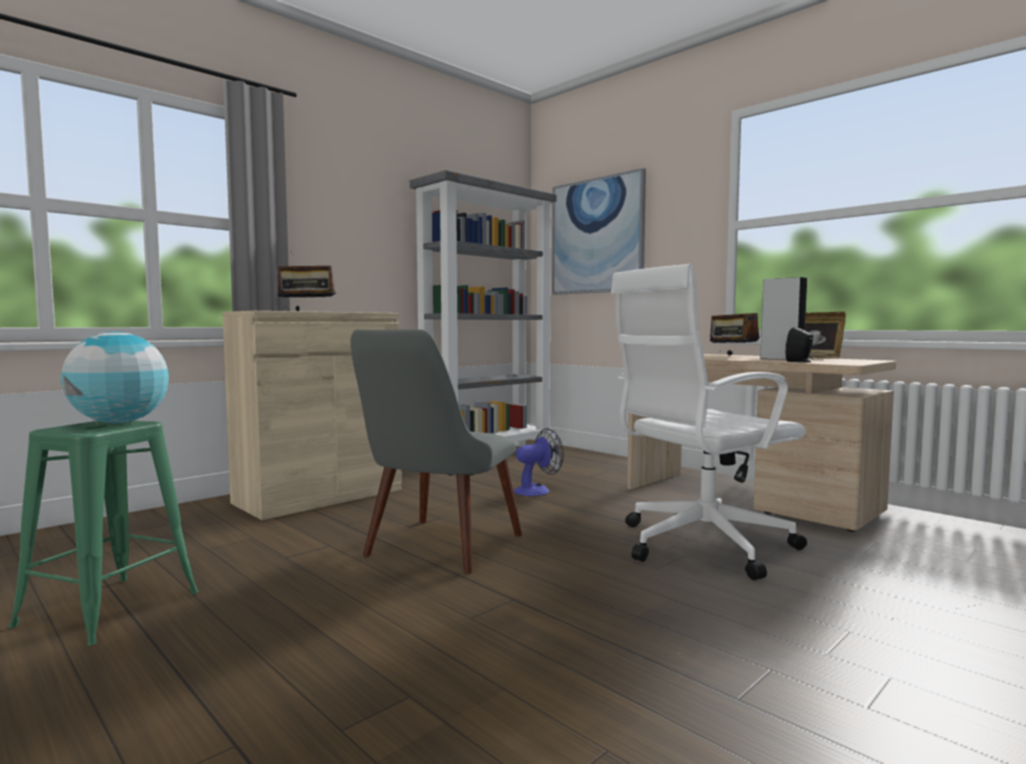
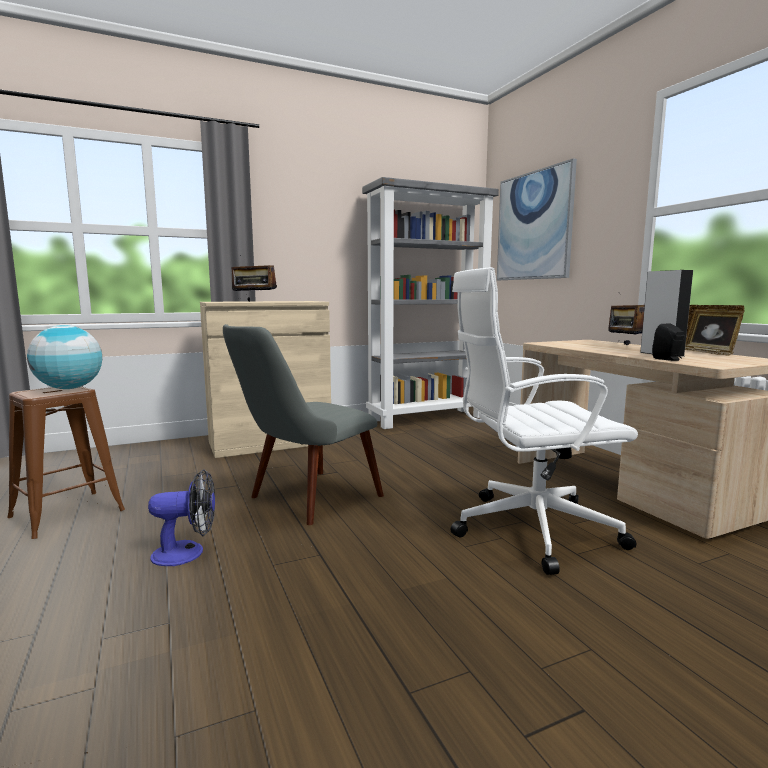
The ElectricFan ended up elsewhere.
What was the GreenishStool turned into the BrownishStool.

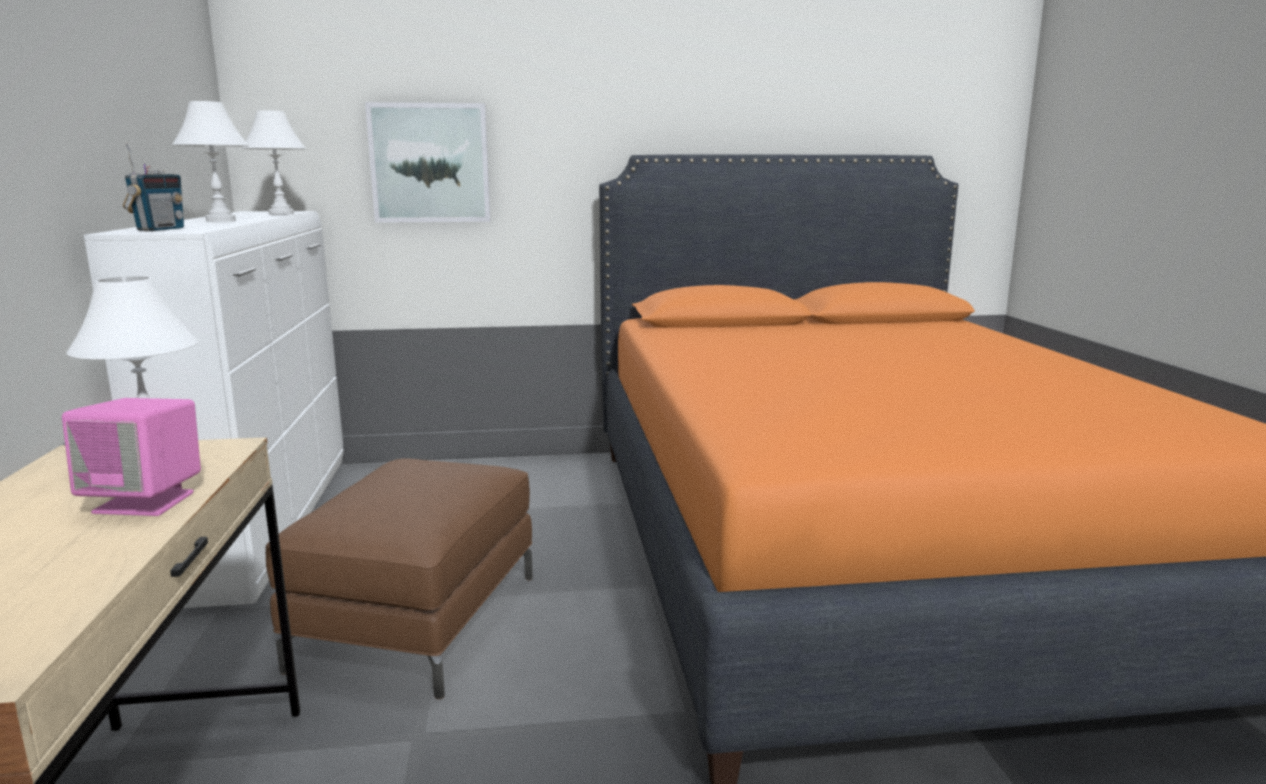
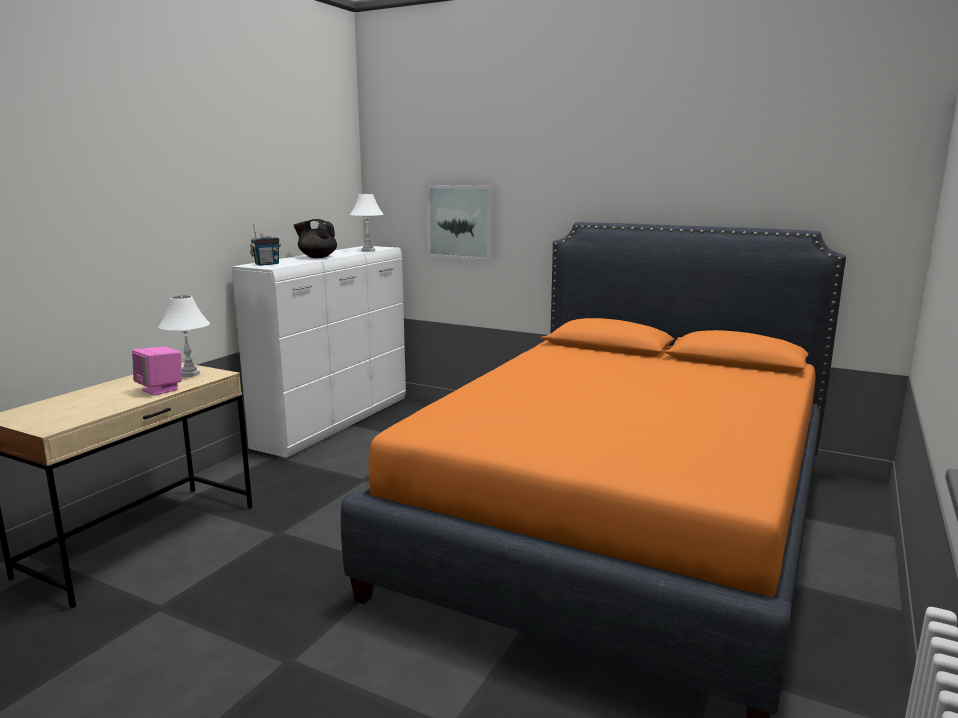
The second view lost the BrownishFootrest.
Where the WhiteColouredTableLamp (2nd from left) stood, the BlackishTeapot came to stand.

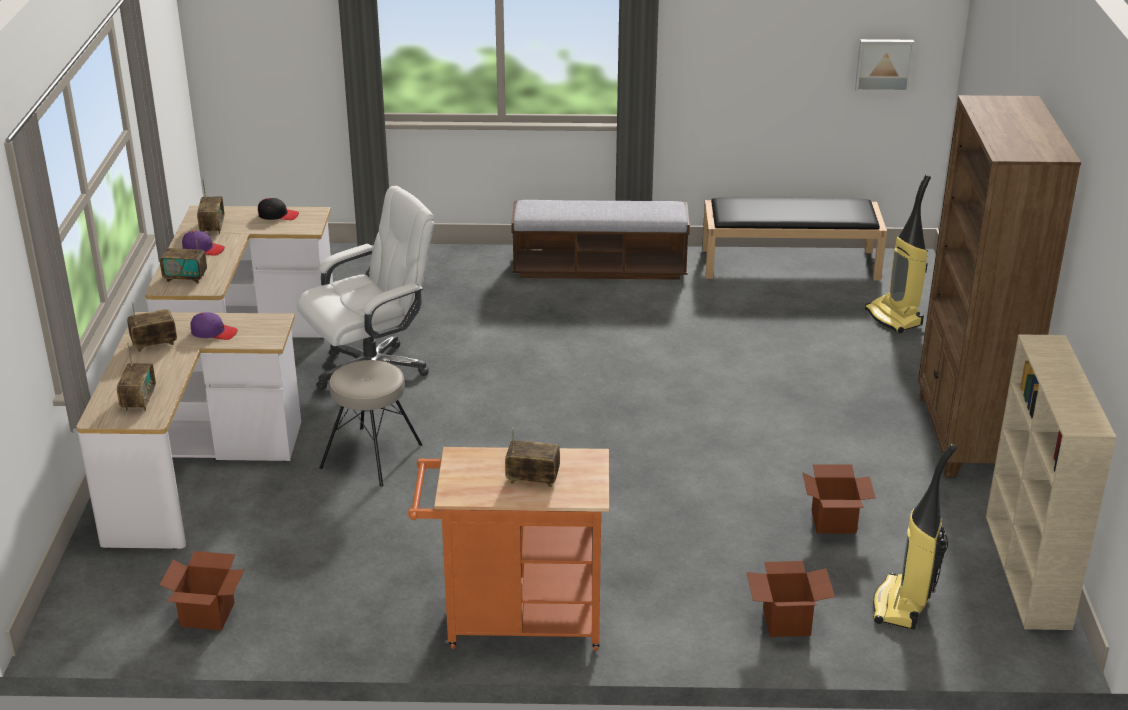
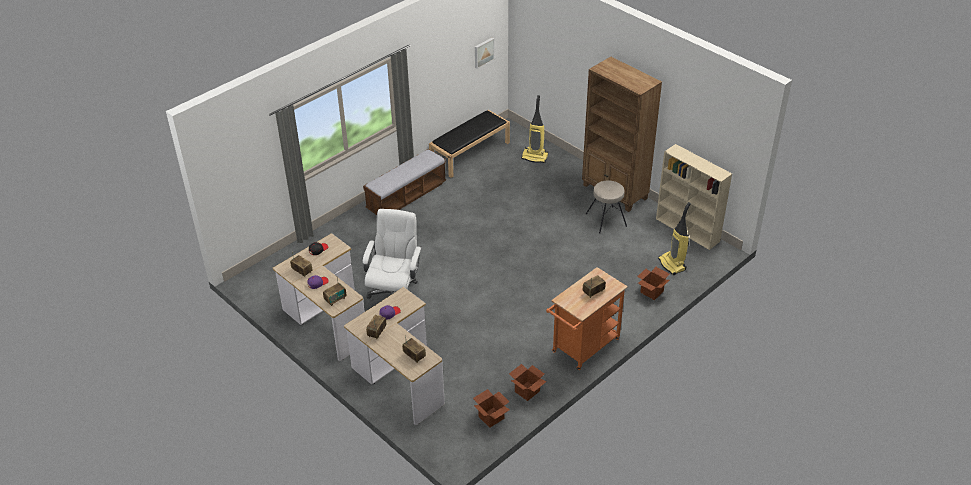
The BeigeStool ended up elsewhere.
The CardboardBox (3rd from left in the first image) ended up elsewhere.

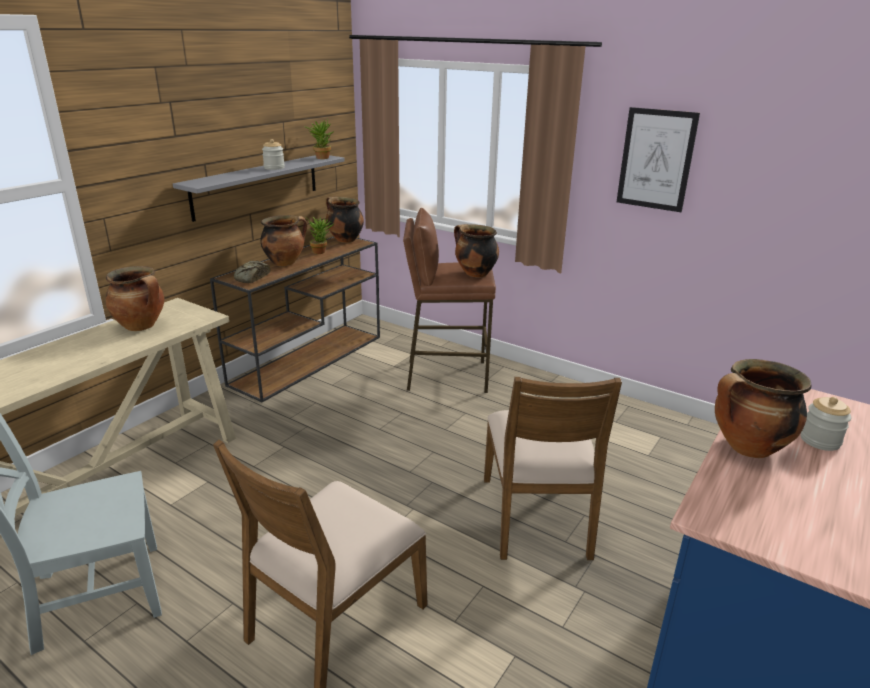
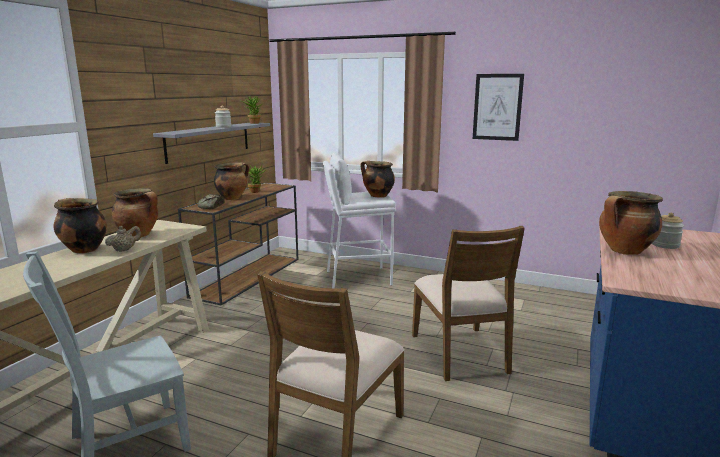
The second view gained the BeigeTeapot.
The Stockpot (3rd from left in the first image) ended up elsewhere.
What was the BrownishStool turned into the WhiteColouredStool.

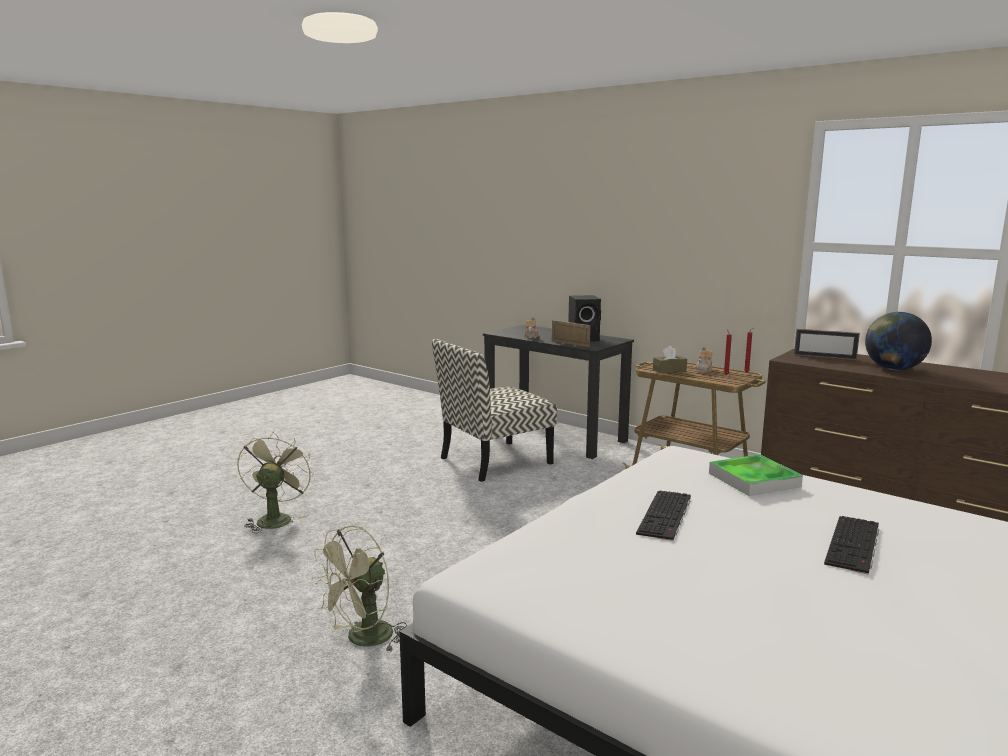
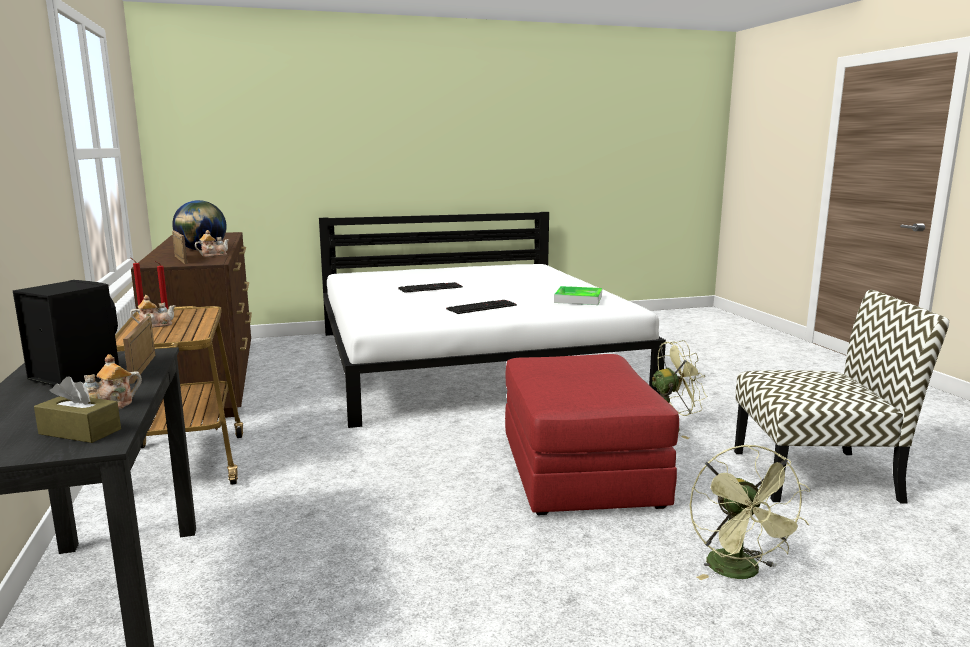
The second view gained the Teapot (3rd from left).
The second view gained the RedColouredFootrest.
The Chair ended up elsewhere.
The BrownishTissueBox ended up elsewhere.
The CarryingTray ended up elsewhere.
The GreenishElectricFan (1st from left in the first image) ended up facing another way, 45 degrees counterclockwise from before.

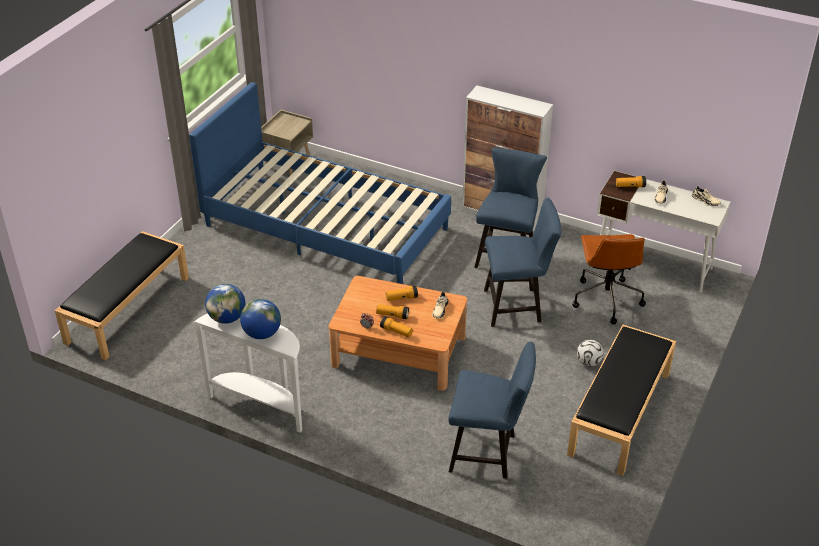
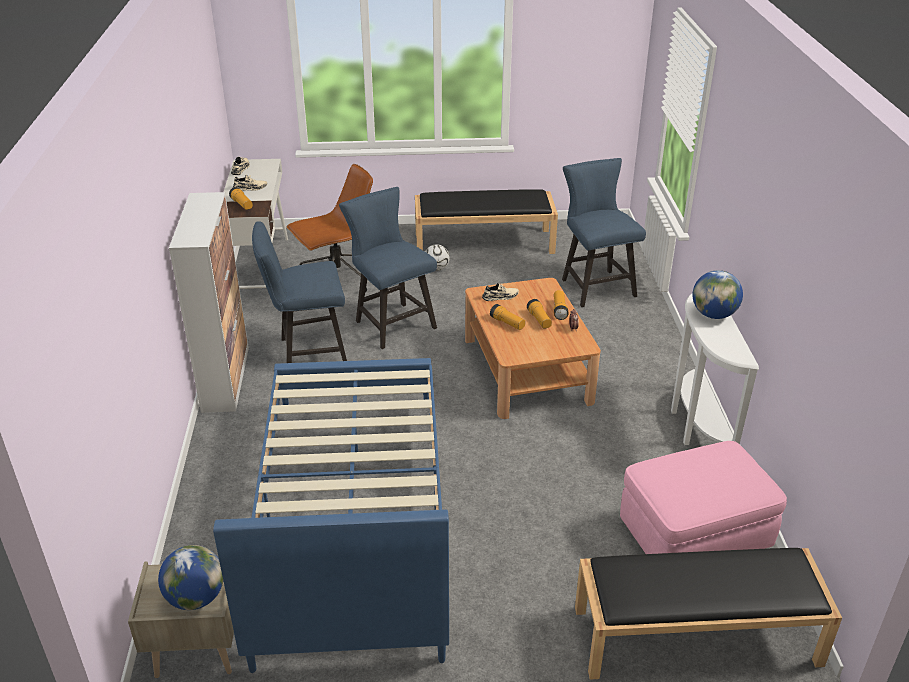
The second view gained the PinkColouredFootrest.
The Globe (1st from left) ended up elsewhere.

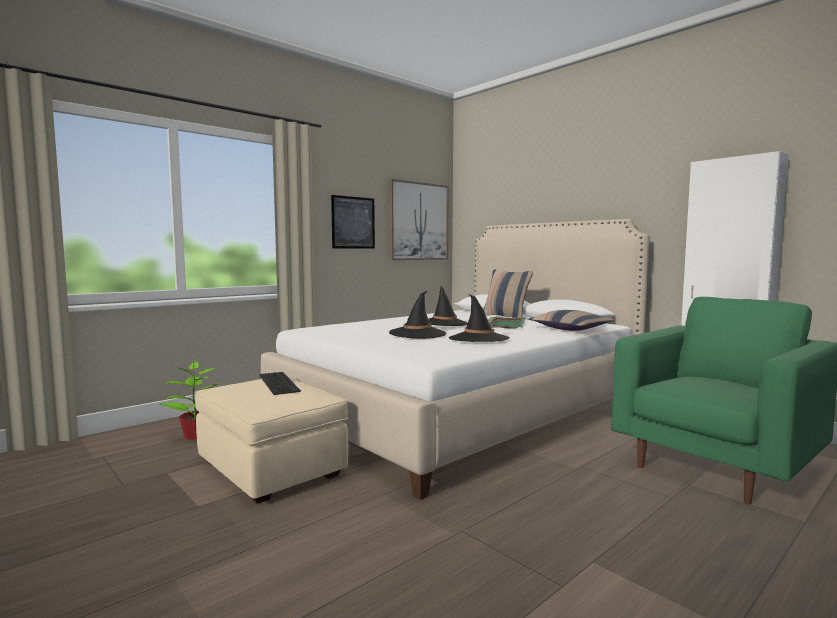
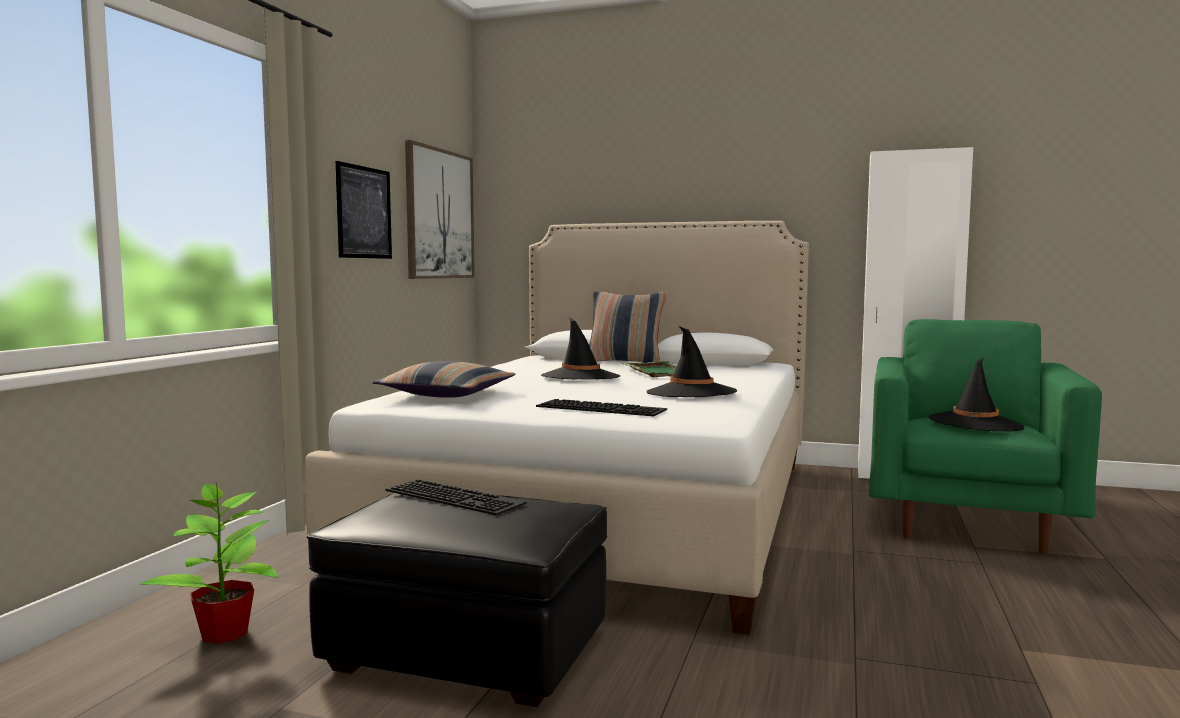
The second view gained the ComputerKeyboard (2nd from left).
The BlackishWearableHat (1st from left in the first image) ended up elsewhere.
The Cushion (2nd from left in the first image) ended up elsewhere.
What was the BeigeFootrest turned into the BlackishFootrest.

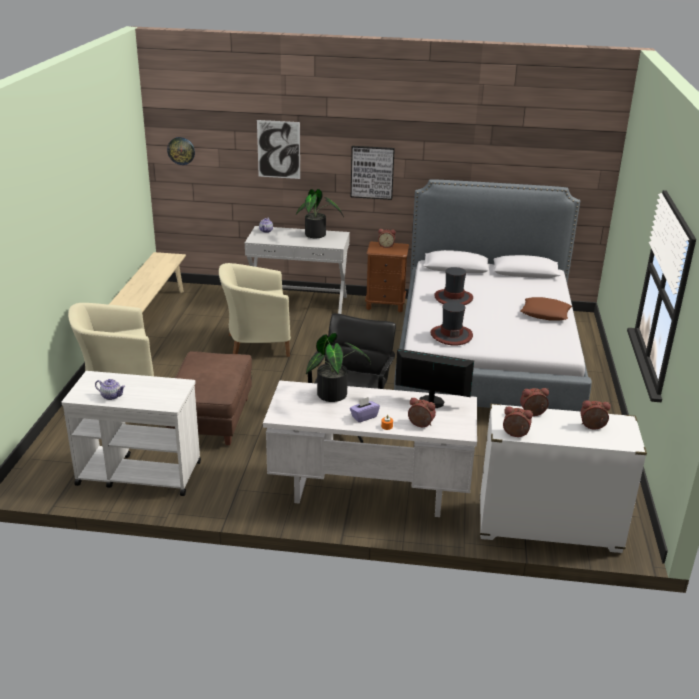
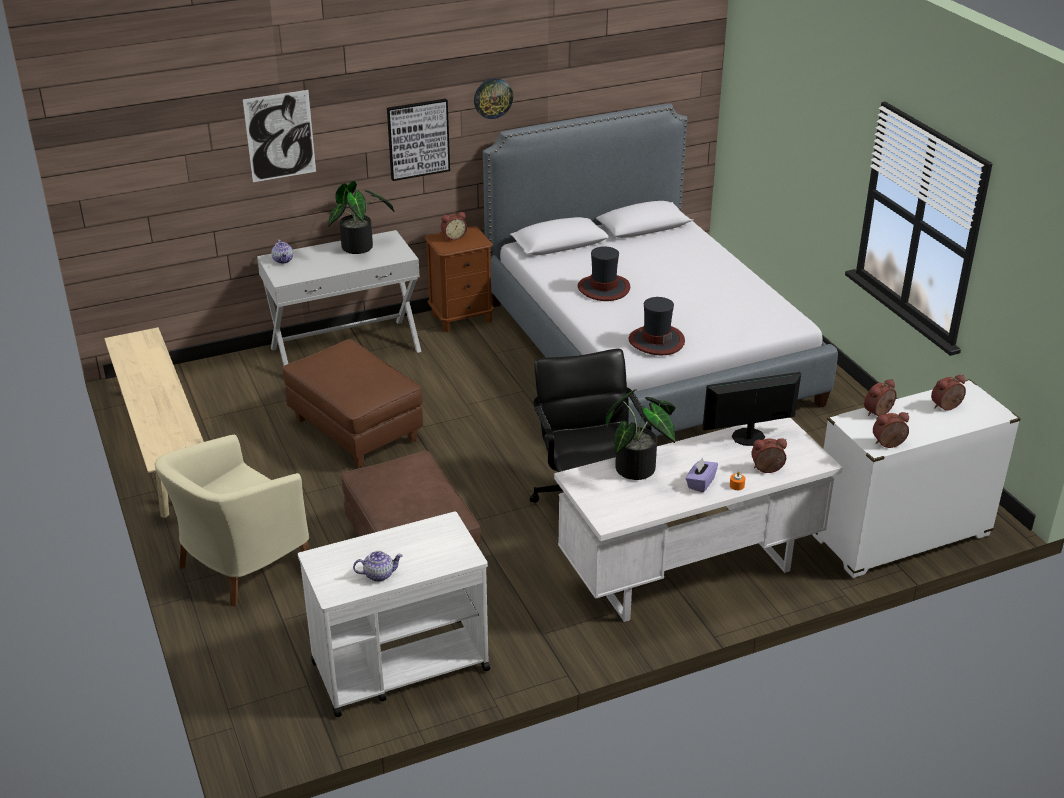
The second view lost the BrownishCushion.
The HangingClock ended up elsewhere.
Where the BeigeEasyChair (2nd from left) stood, the BrownishFootrest (1st from left) came to stand.

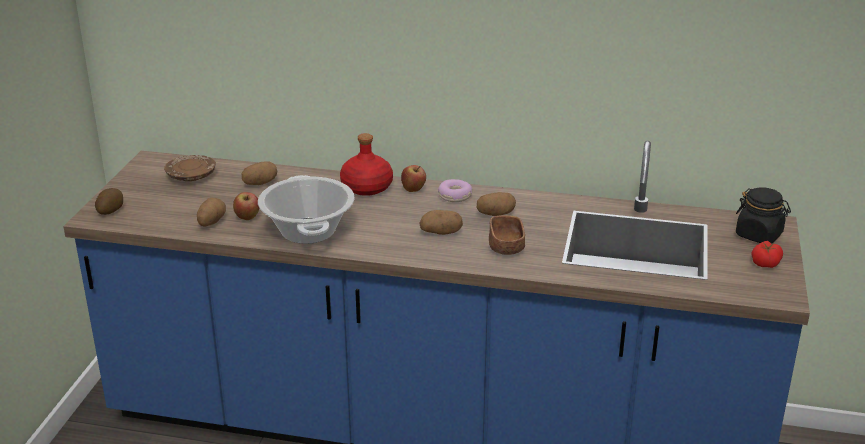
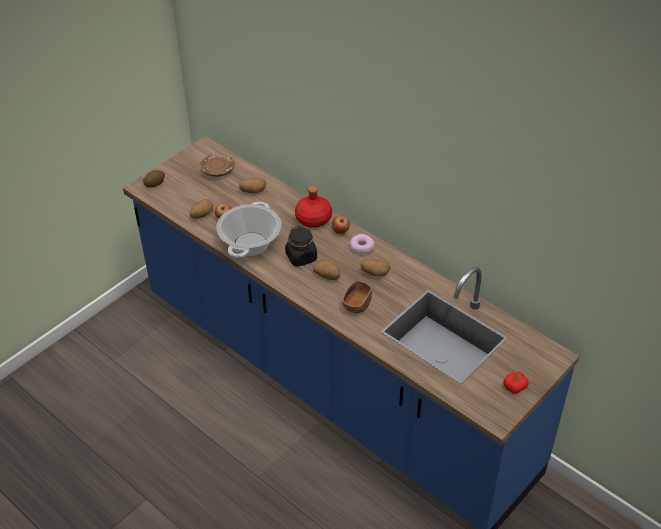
The BlackishPreserveJar ended up elsewhere.

